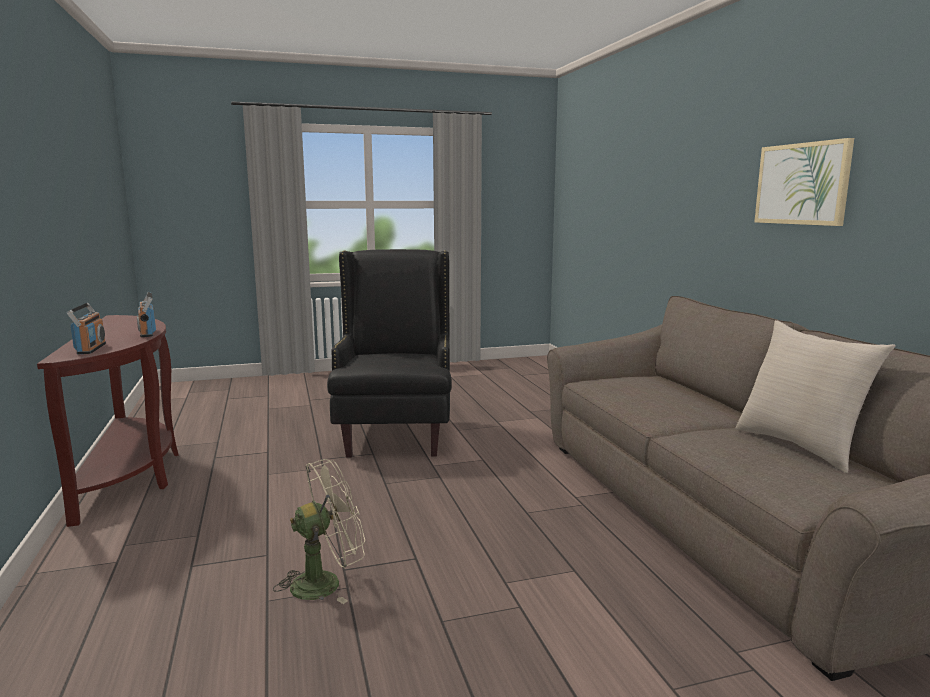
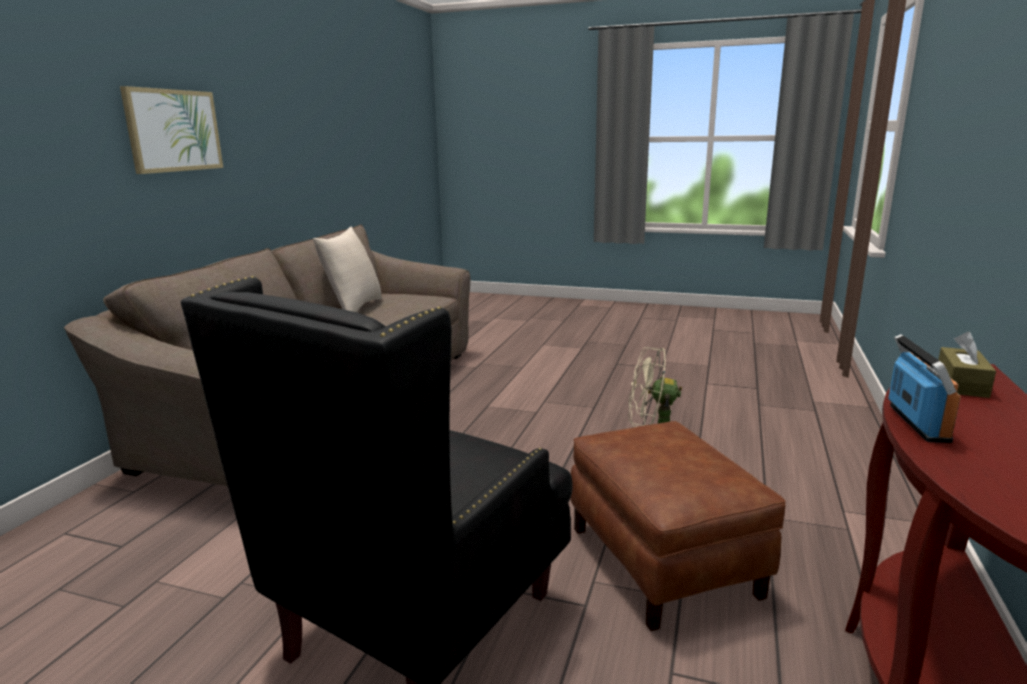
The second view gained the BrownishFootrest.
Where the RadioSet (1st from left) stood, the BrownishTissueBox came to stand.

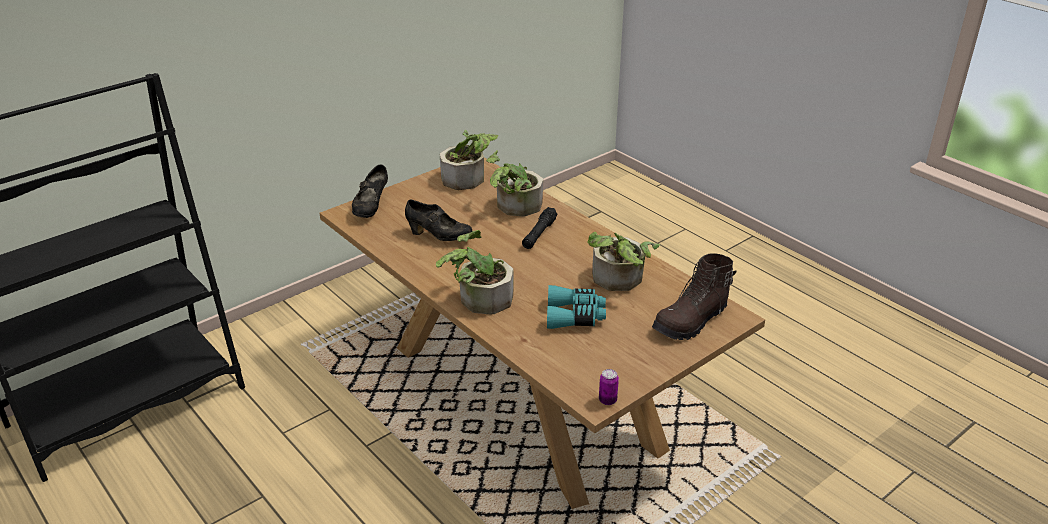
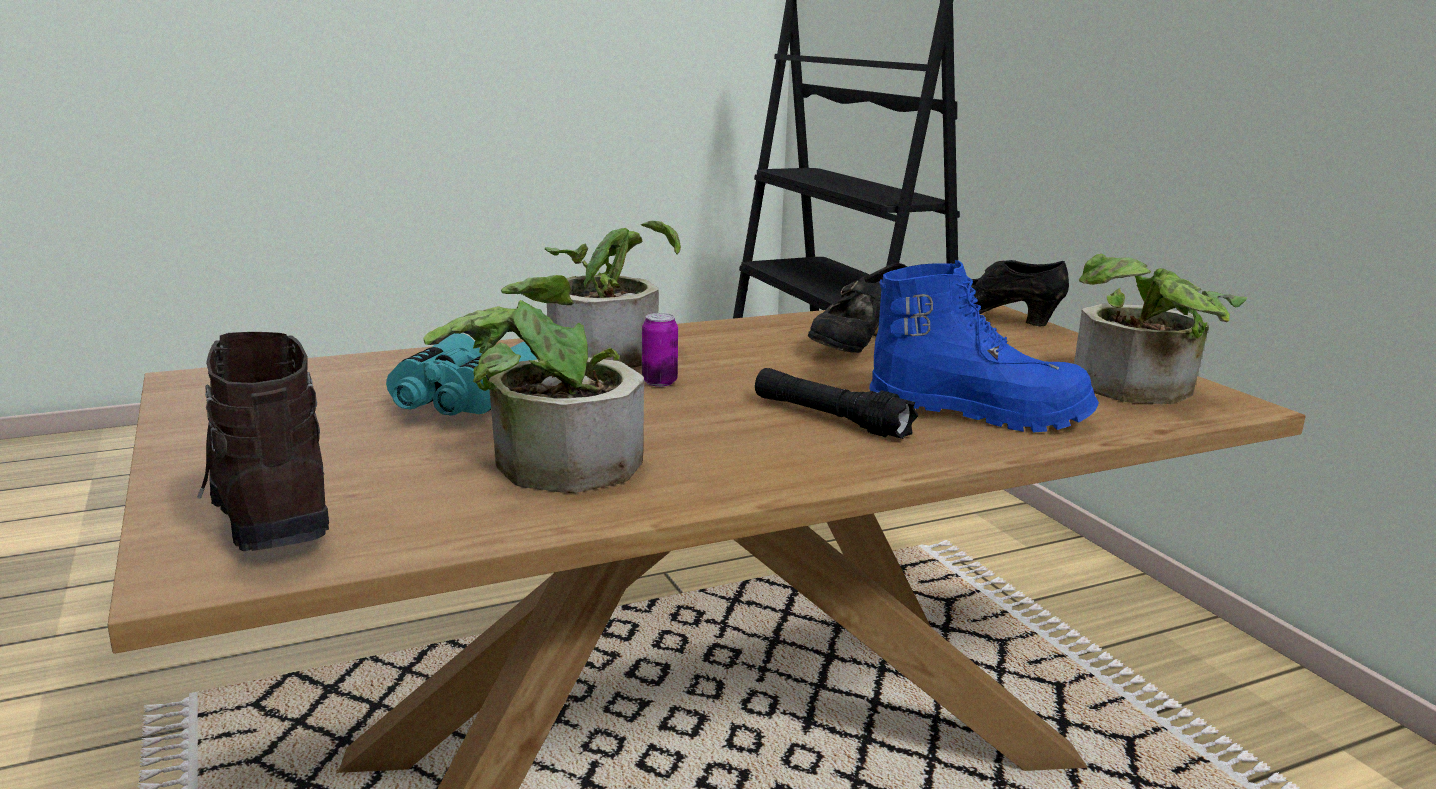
The MetalCan ended up elsewhere.
Where the PlantInAPot (3rd from left) stood, the BlueColouredBoot came to stand.

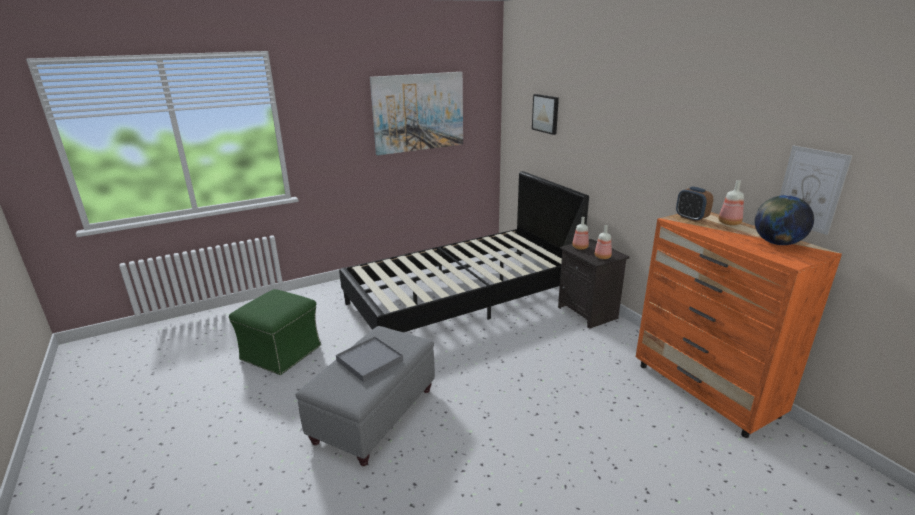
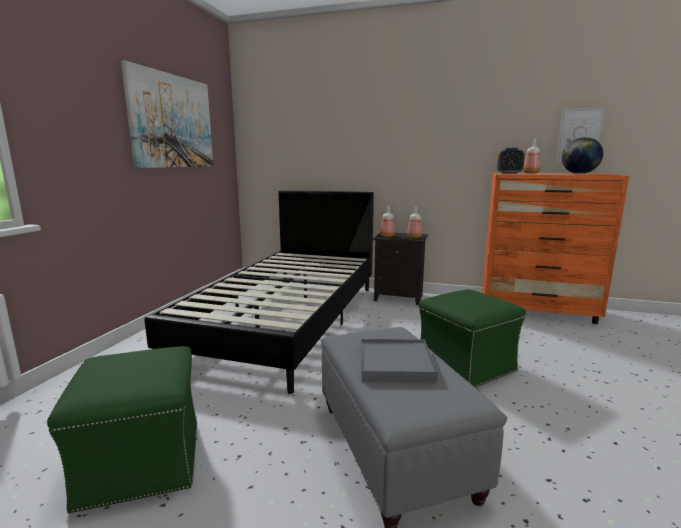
The second view lost the WallArt (2nd from left).
The second view gained the GreenishFootrest (2nd from left).

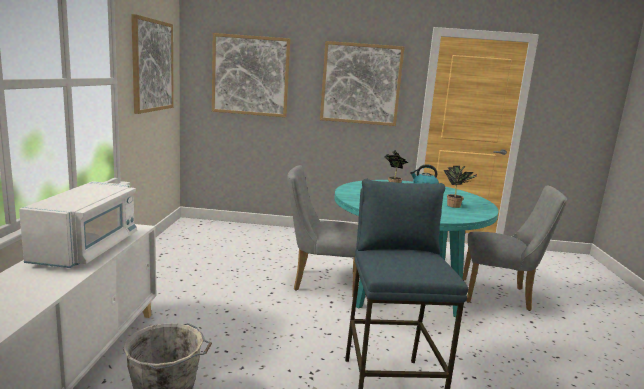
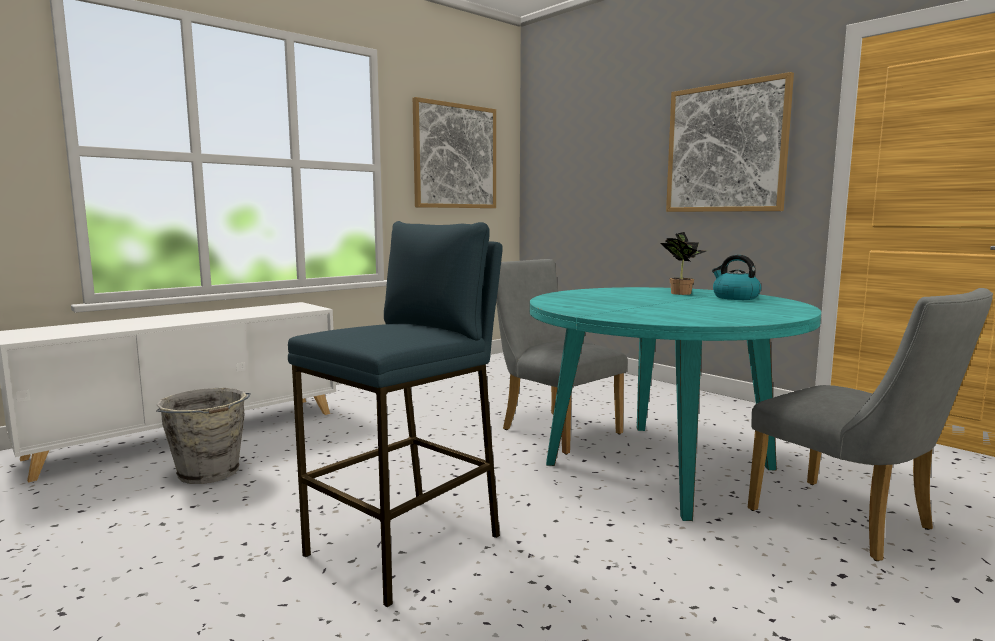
The second view lost the WhiteColouredMicrowaveOven.
The second view lost the WallArt (2nd from left).
The second view lost the PlantInAPot (2nd from left).

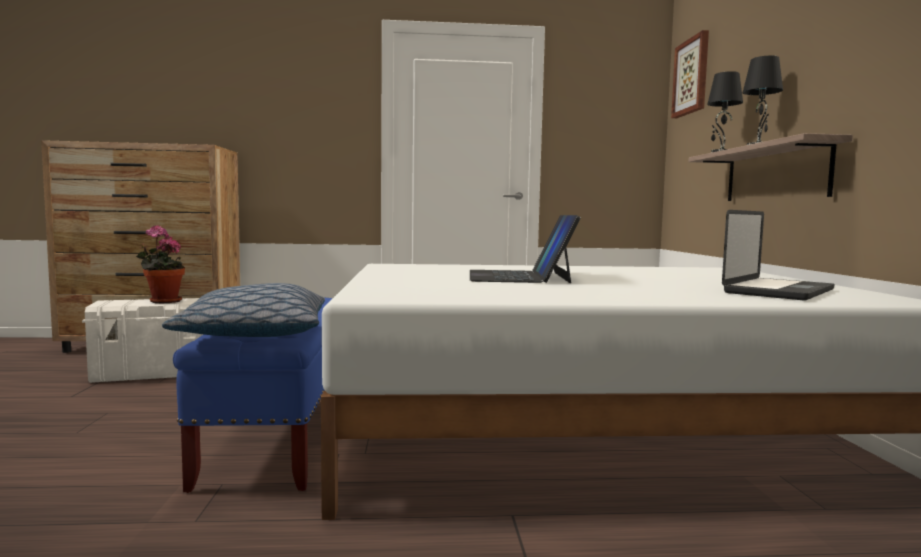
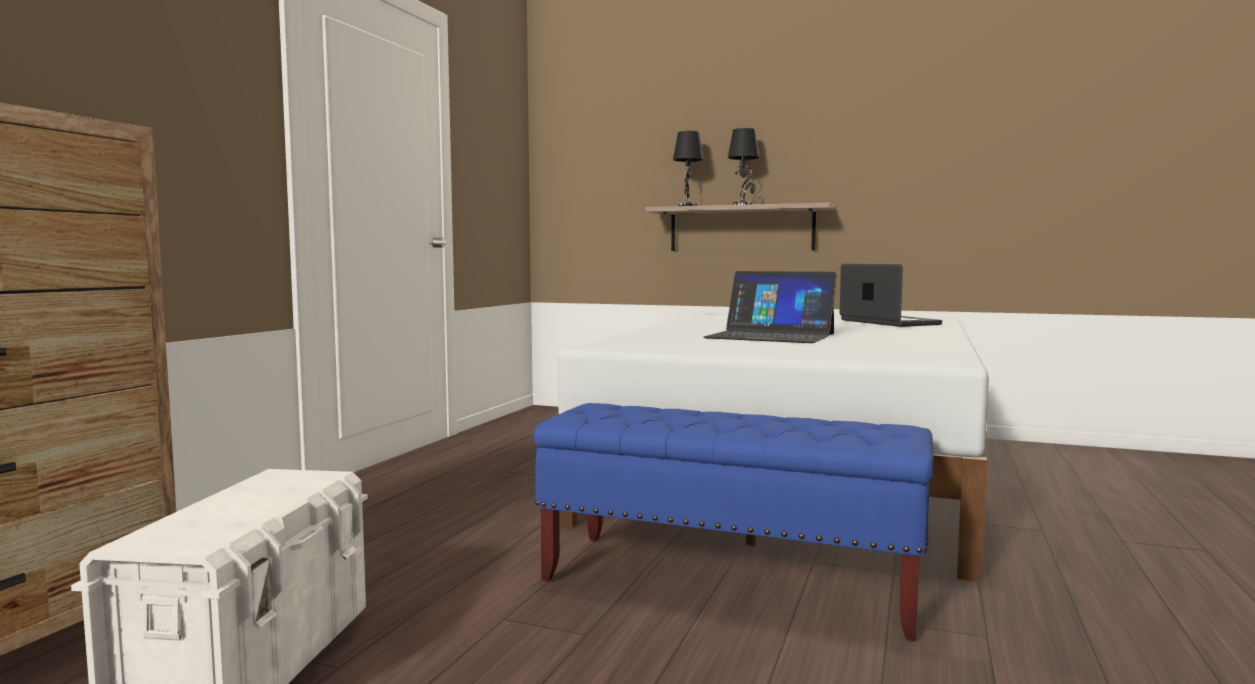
The second view lost the PlantInAPot.
The second view lost the Cushion.
The second view lost the WallArt.

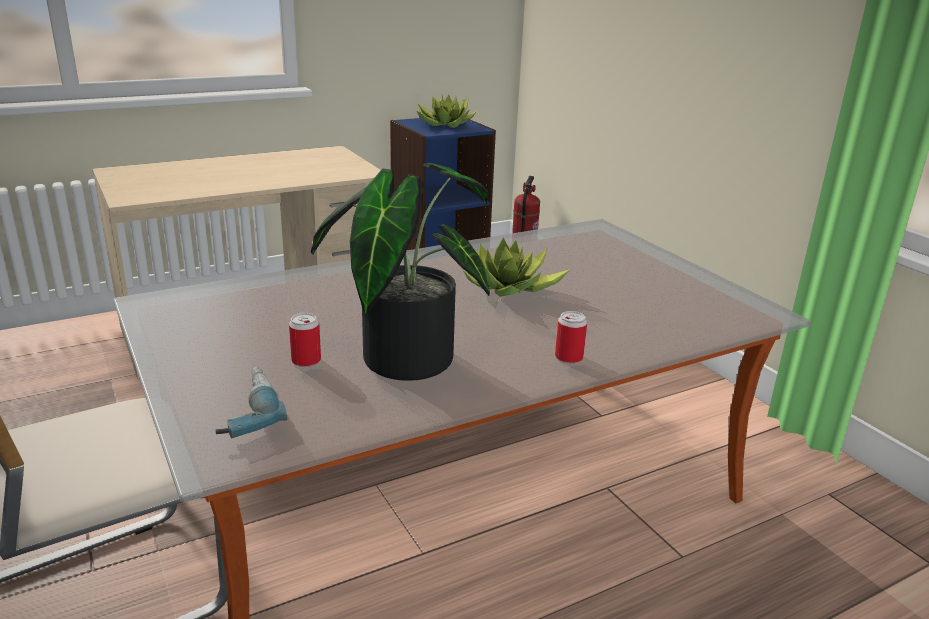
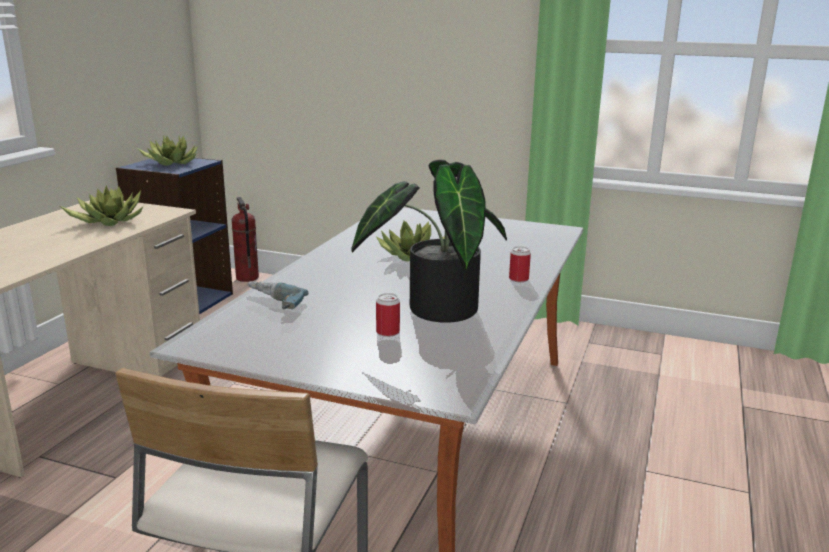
The second view gained the PlantInAPot (1st from left).
The Drill ended up elsewhere.

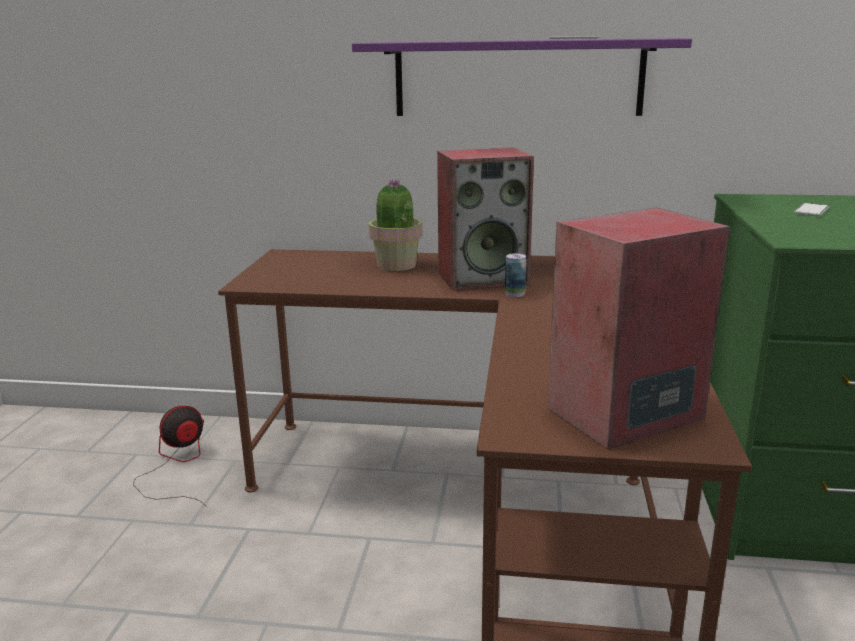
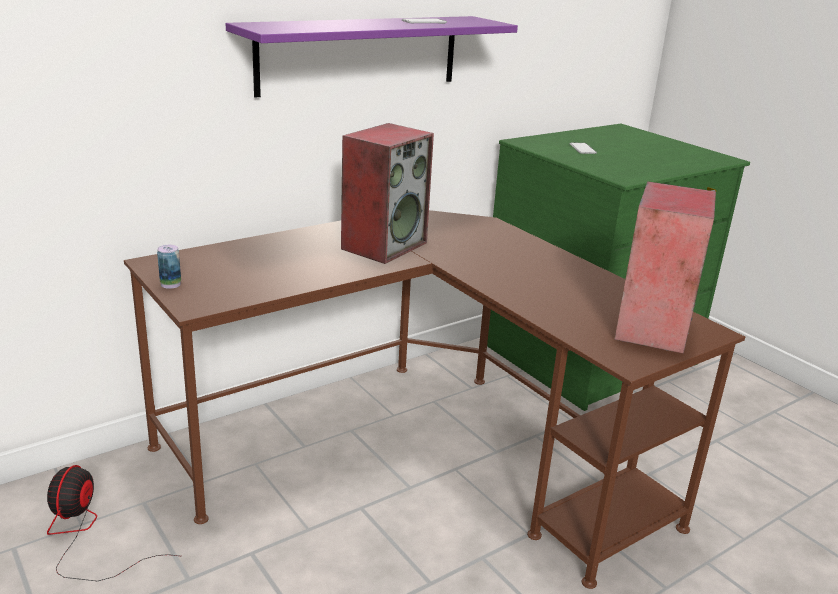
The second view lost the PlantInAPot.
The MetalCan ended up elsewhere.

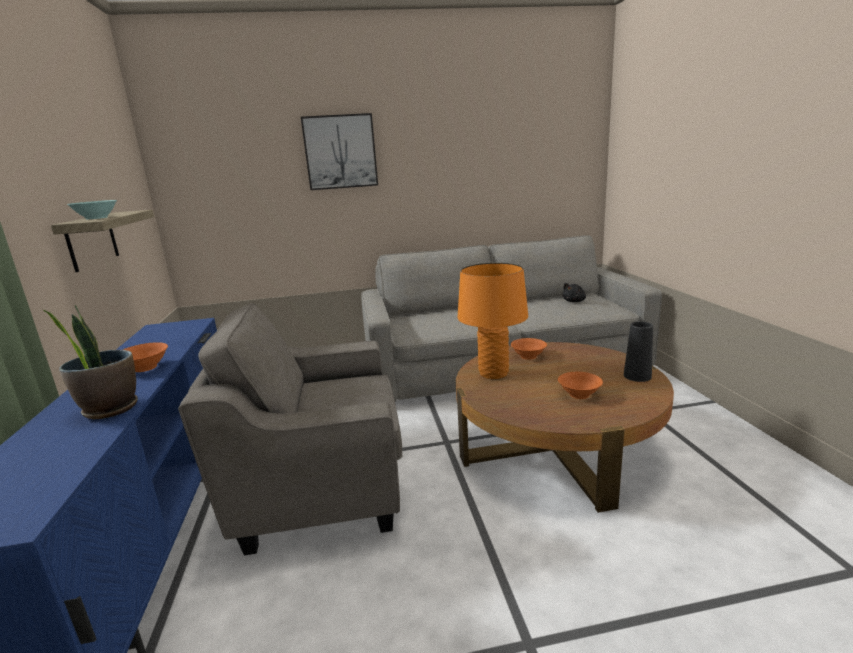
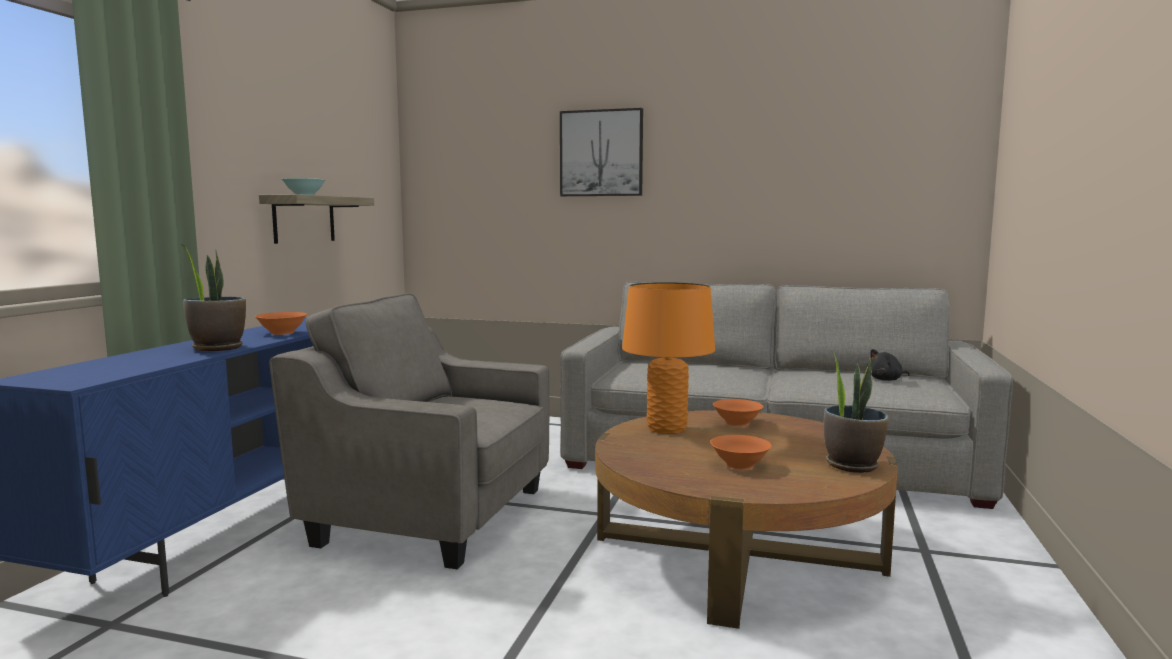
Where the BlackishFlowerVase stood, the PlantInAPot (2nd from left) came to stand.

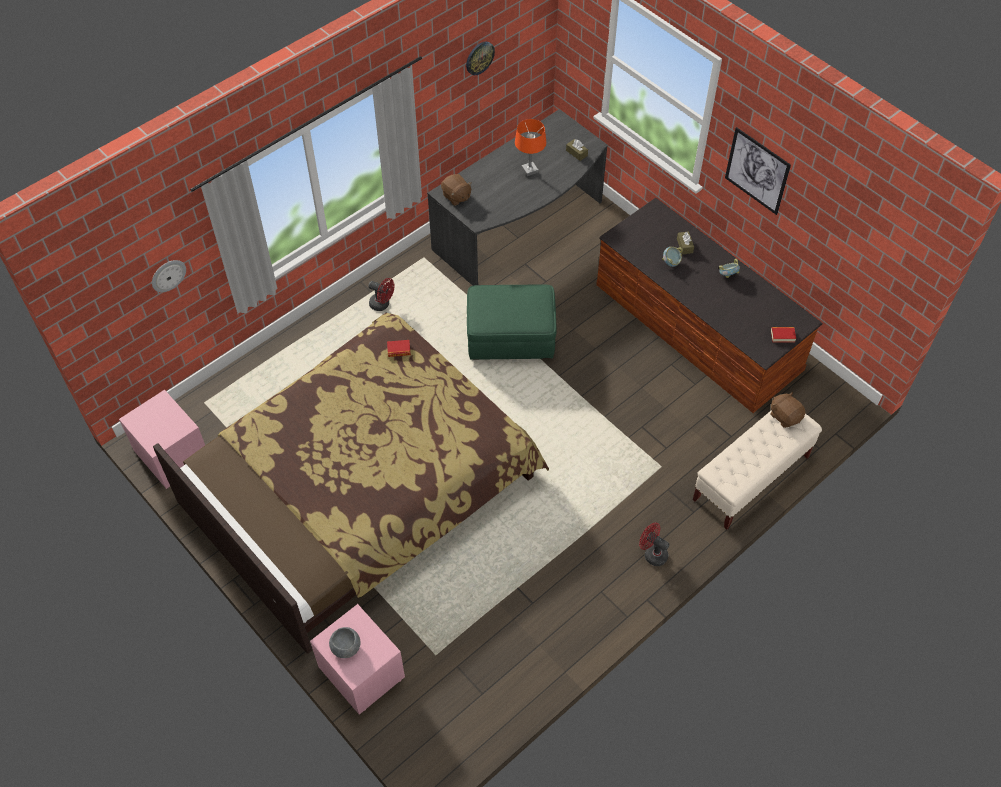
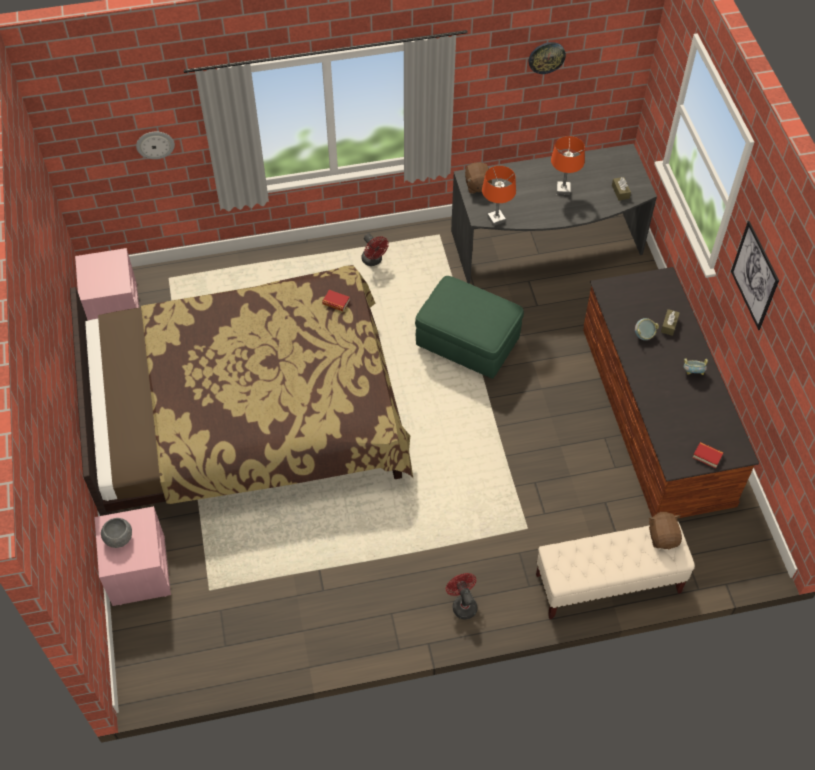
The second view gained the OrangeTableLamp (1st from left).

